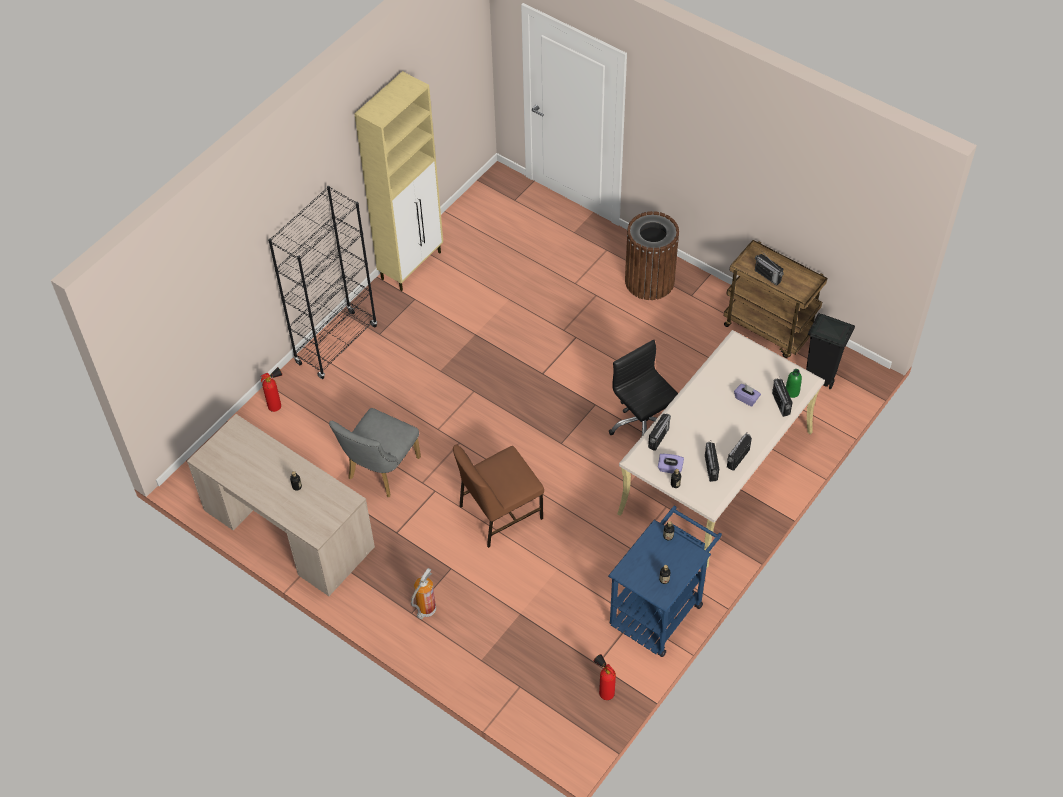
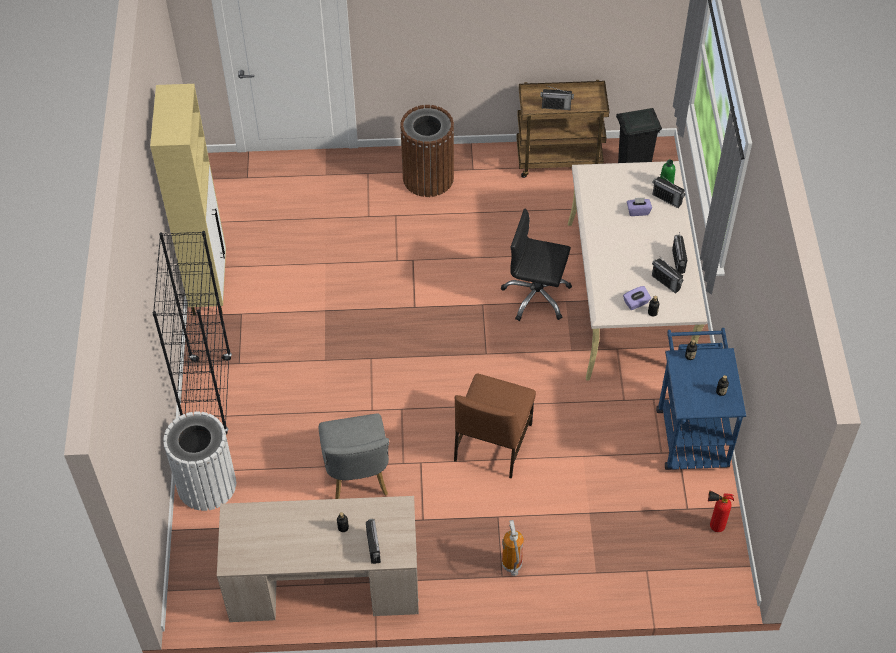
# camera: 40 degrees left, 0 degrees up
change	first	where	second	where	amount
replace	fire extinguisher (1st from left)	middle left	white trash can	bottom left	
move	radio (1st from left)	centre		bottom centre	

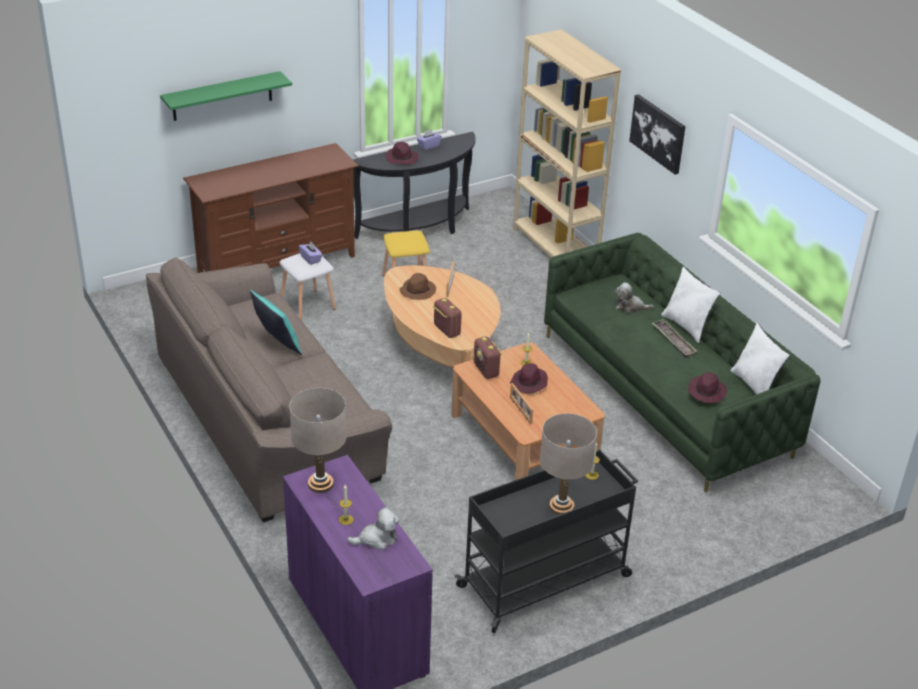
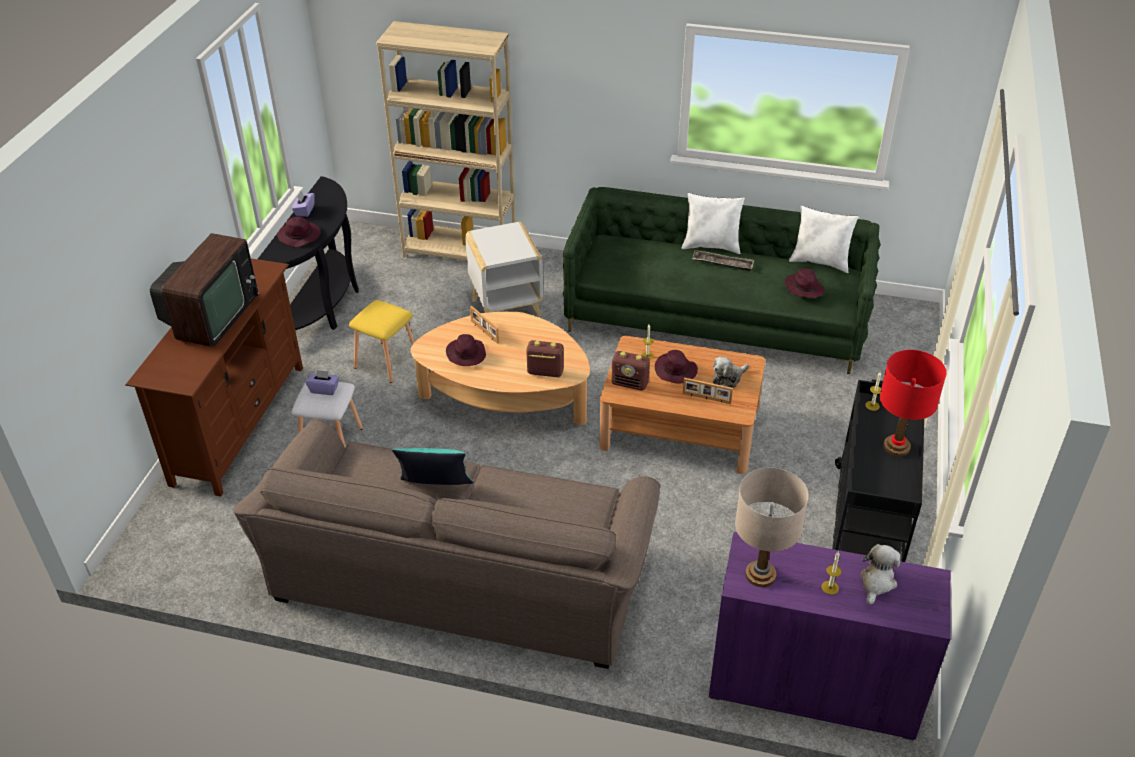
# camera: 45 degrees left, 5 degrees up
change	first	where	second	where	amount
insert			television	middle left	
recolor	brown hat	centre	purple hat (2nd from left)	centre	
insert			white side table	centre	
move	plush toy (2nd from left in the first image)	middle right	plush toy (1st from left)	centre	
recolor	beige table lamp (2nd from left)	bottom centre	red table lamp	middle right	
delete	green shelf	top left			
delete	picture	top right			

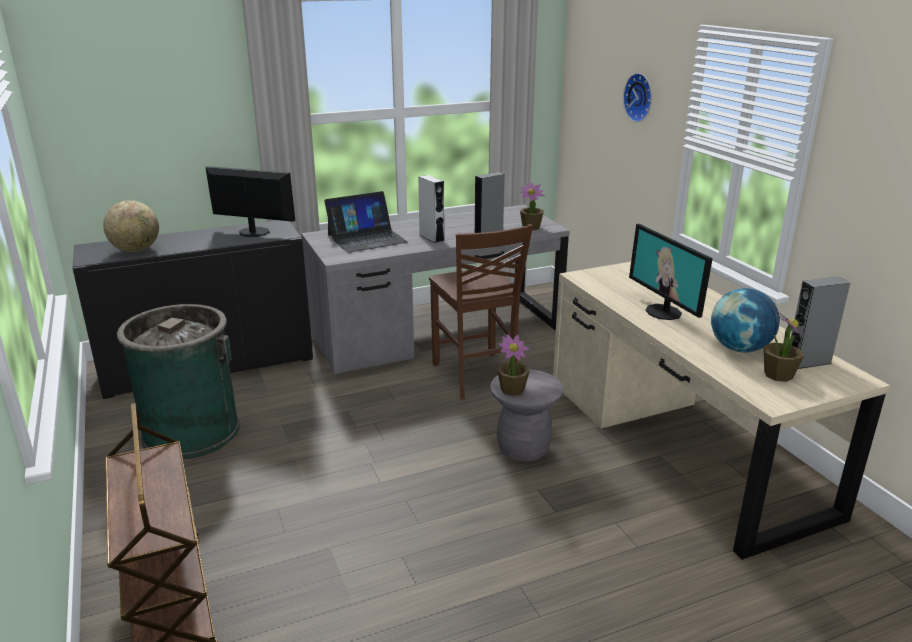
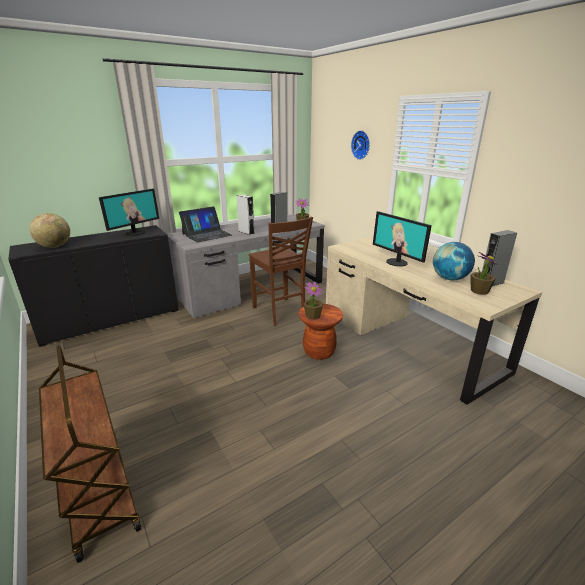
# camera: 10 degrees left, 0 degrees up
change	first	where	second	where	amount
rotate	monitor (1st from left)	top left		middle left	120 degrees clockwise
recolor	grey stool	centre	brown stool	centre	
delete	green trash can	middle left			

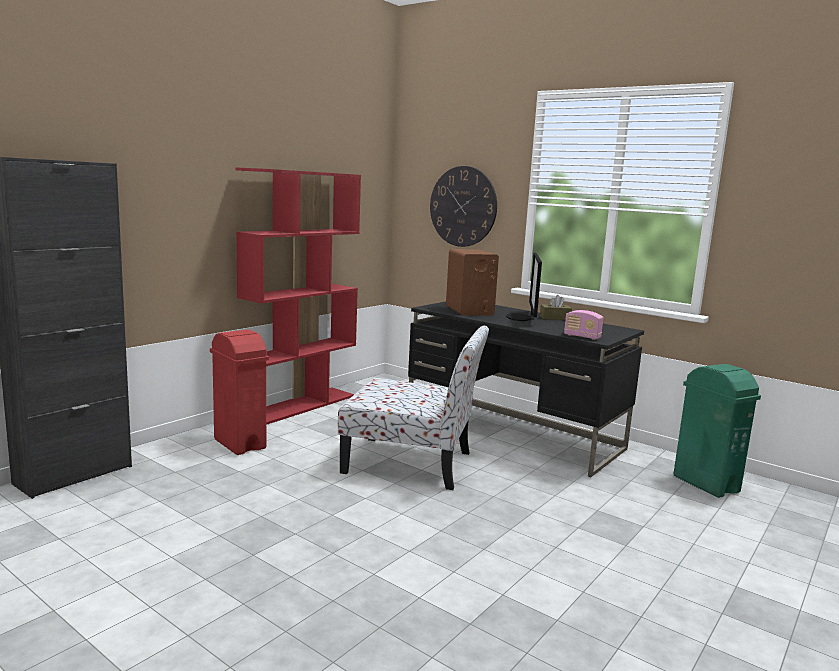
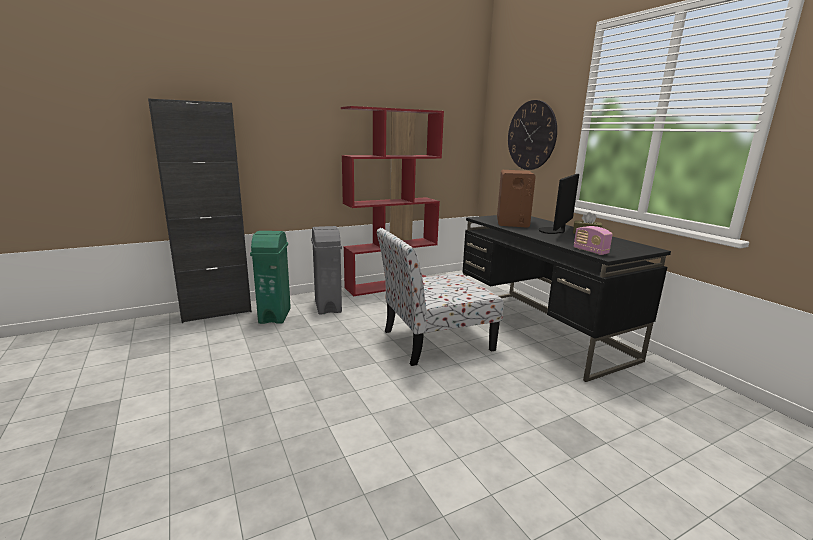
# camera: 25 degrees right, 5 degrees up
change	first	where	second	where	amount
move	green trash can	middle right		middle left	
recolor	red trash can	middle left	grey trash can	centre	
rotate	chair	centre		centre	120 degrees clockwise

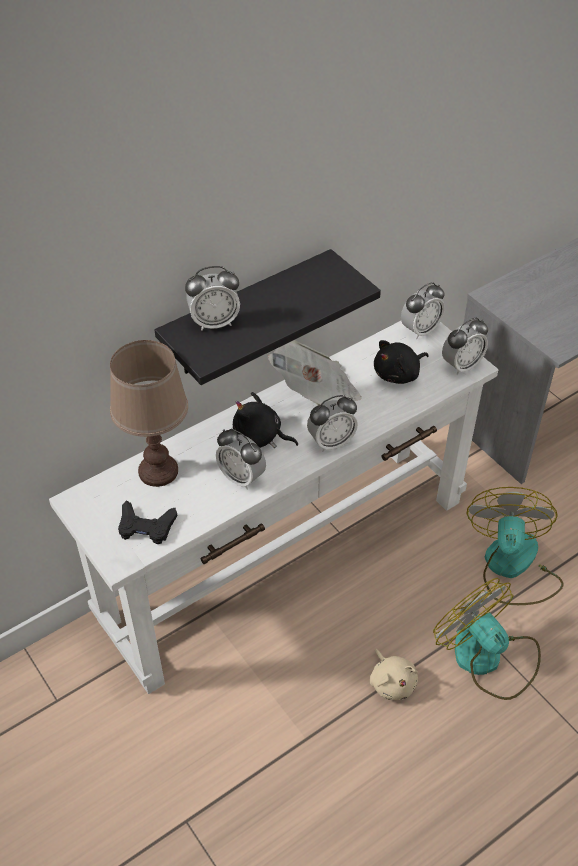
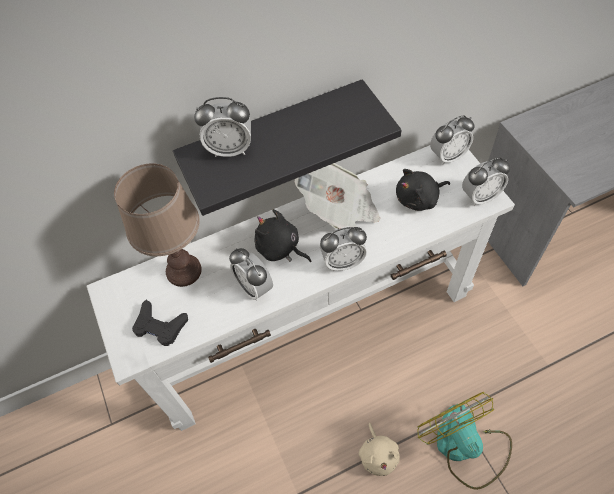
# camera: 15 degrees right, 10 degrees up
change	first	where	second	where	amount
delete	fan (2nd from left)	middle right			

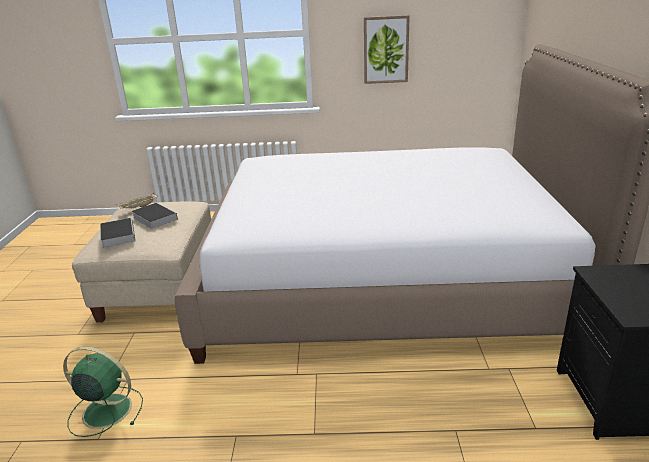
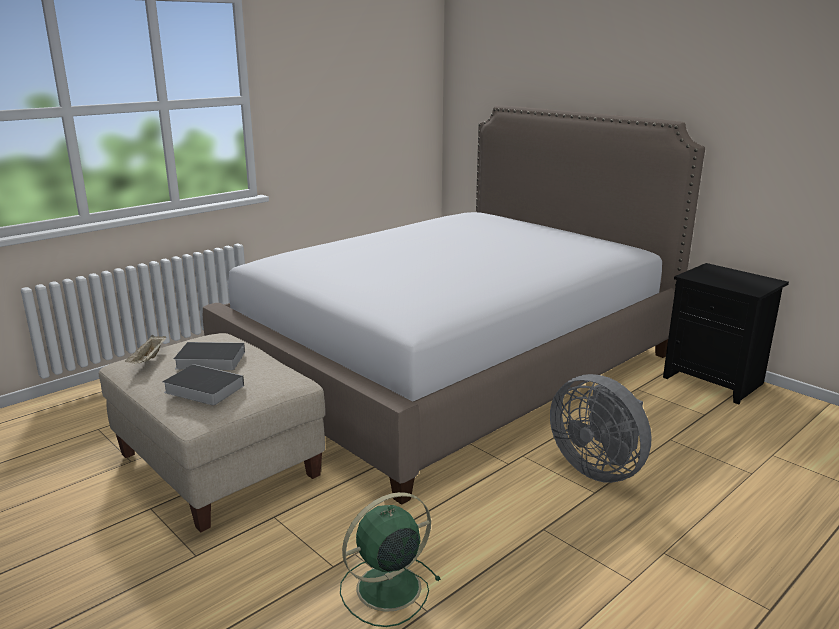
# camera: 45 degrees left, 5 degrees down
change	first	where	second	where	amount
insert			grey fan	bottom right	
delete	picture	top centre			

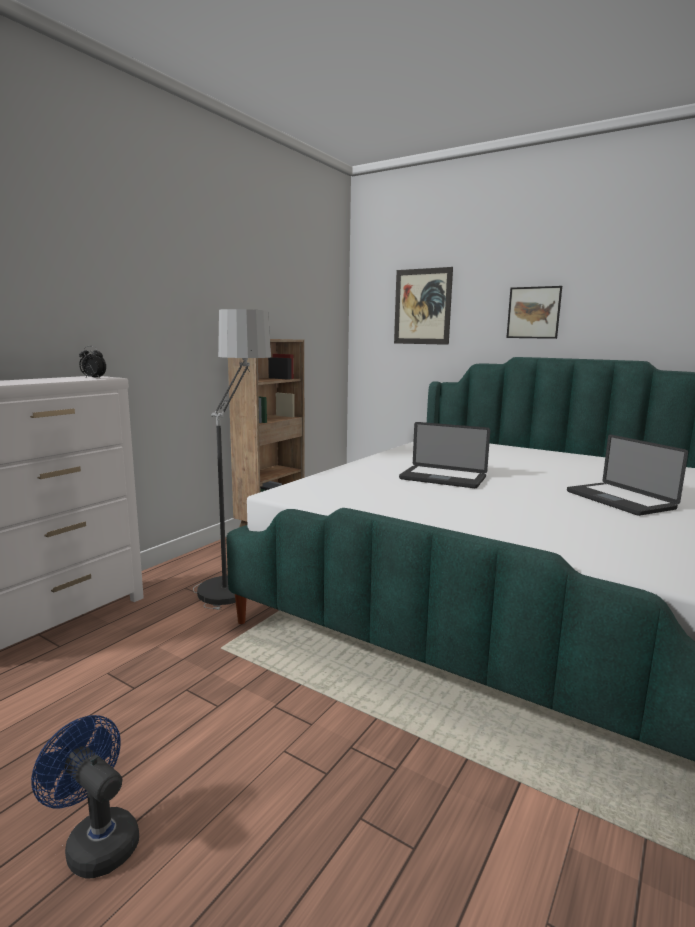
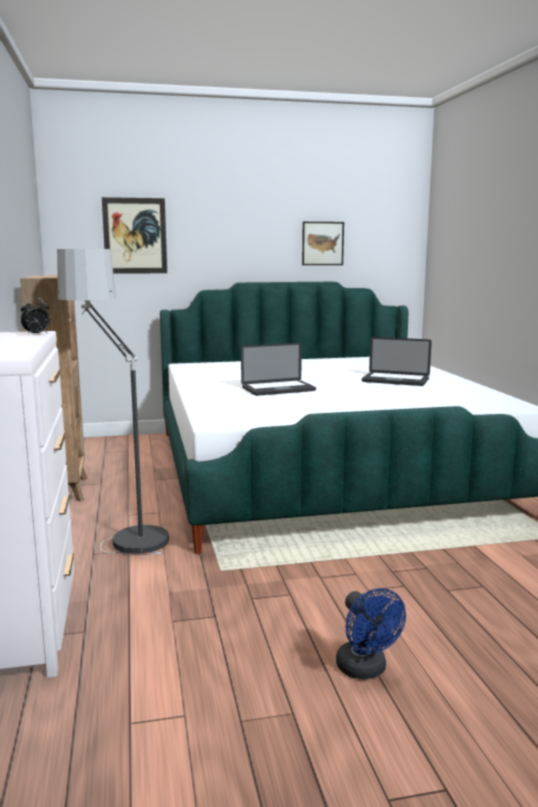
# camera: 45 degrees left, 0 degrees up
change	first	where	second	where	amount
move	picture (2nd from left)	middle right		top centre	
rotate	blue fan	bottom left		bottom right	105 degrees counterclockwise

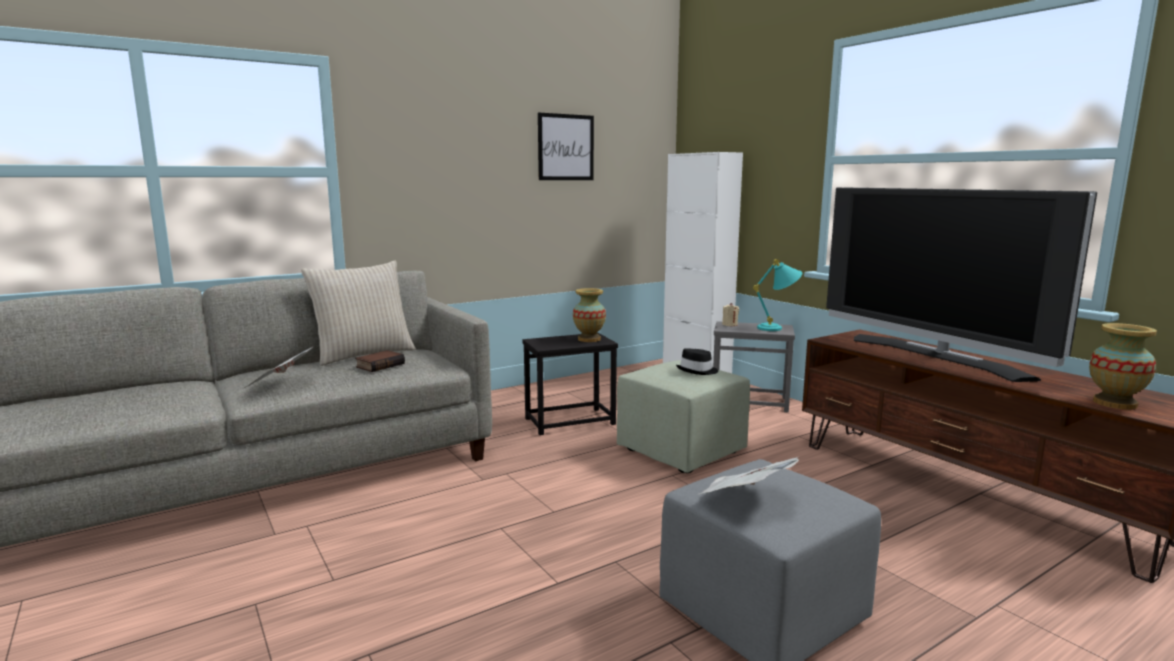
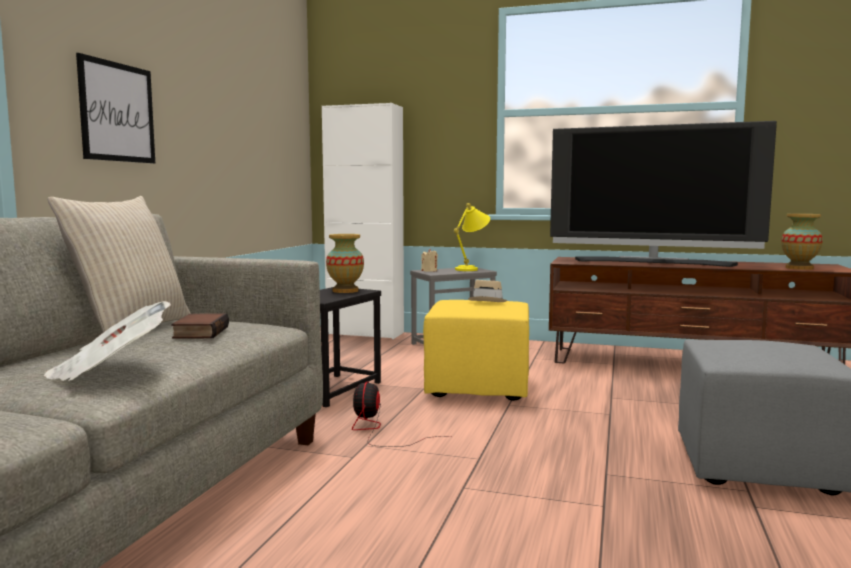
# camera: 40 degrees left, 5 degrees down
change	first	where	second	where	amount
move	picture	top centre		top left	
insert			fan	bottom centre	
recolor	green ottoman	centre	yellow ottoman	centre	
recolor	turquoise table lamp	centre	yellow table lamp	centre	
recolor	black hat	centre	beige hat	centre	
delete	newspaper (2nd from left)	bottom centre			

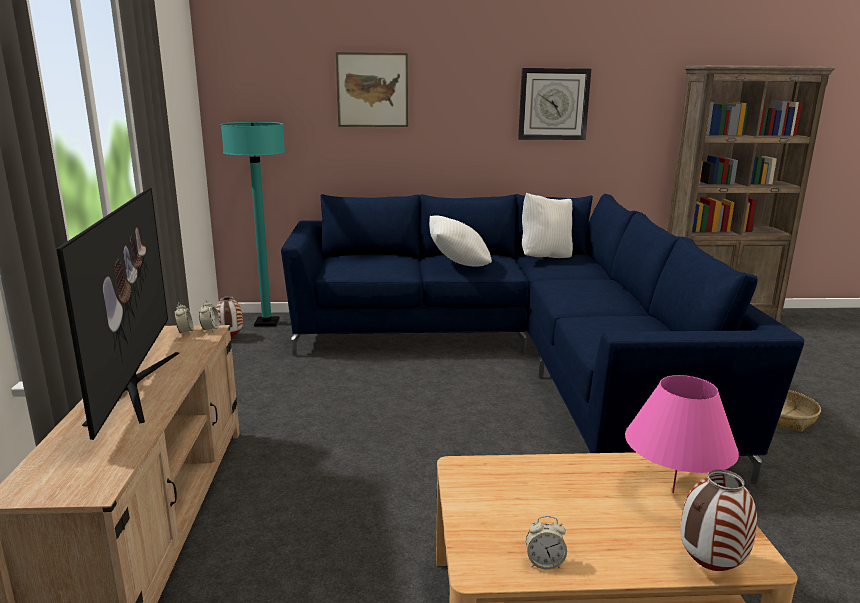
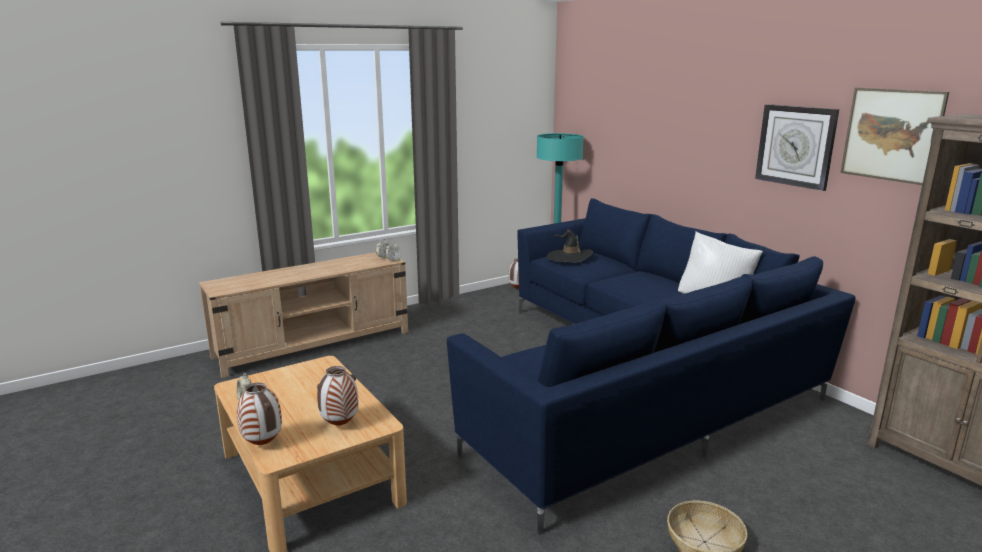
# camera: 60 degrees right, 0 degrees up
change	first	where	second	where	amount
replace	pink table lamp	bottom right	vase (2nd from left)	bottom centre	
insert			black hat	centre	
move	picture	top centre		top right	
delete	television	middle left			
delete	white pillow (1st from left)	centre			

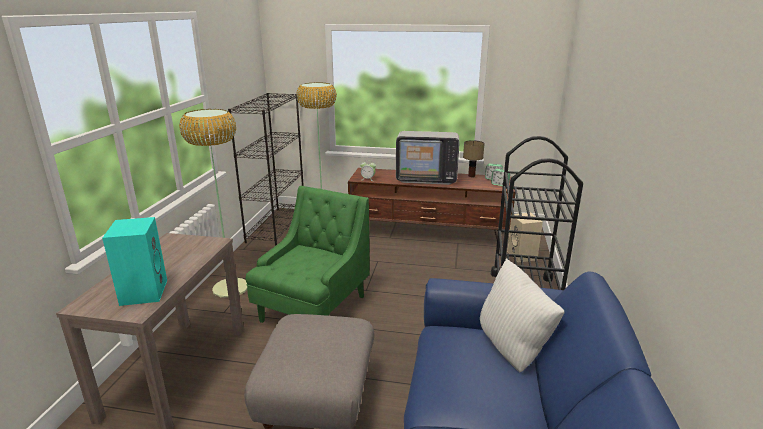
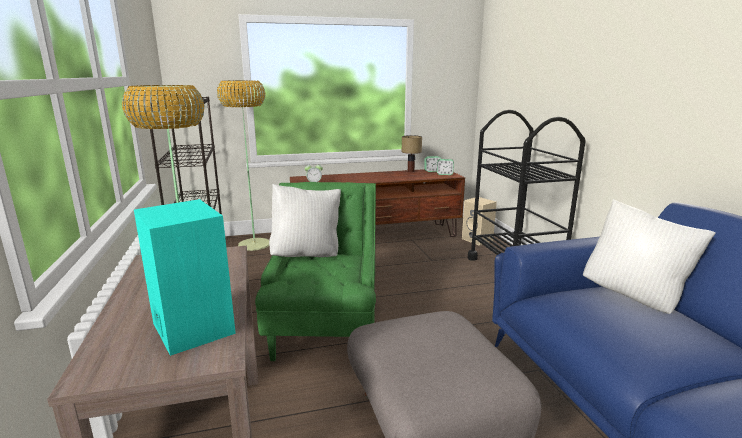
# camera: 25 degrees left, 5 degrees down
change	first	where	second	where	amount
insert			white pillow (1st from left)	centre	
delete	television	centre			

